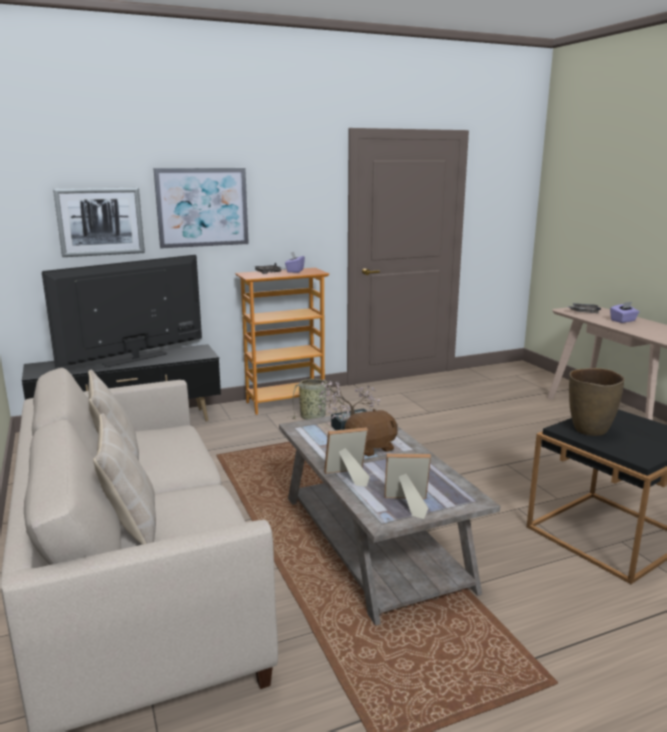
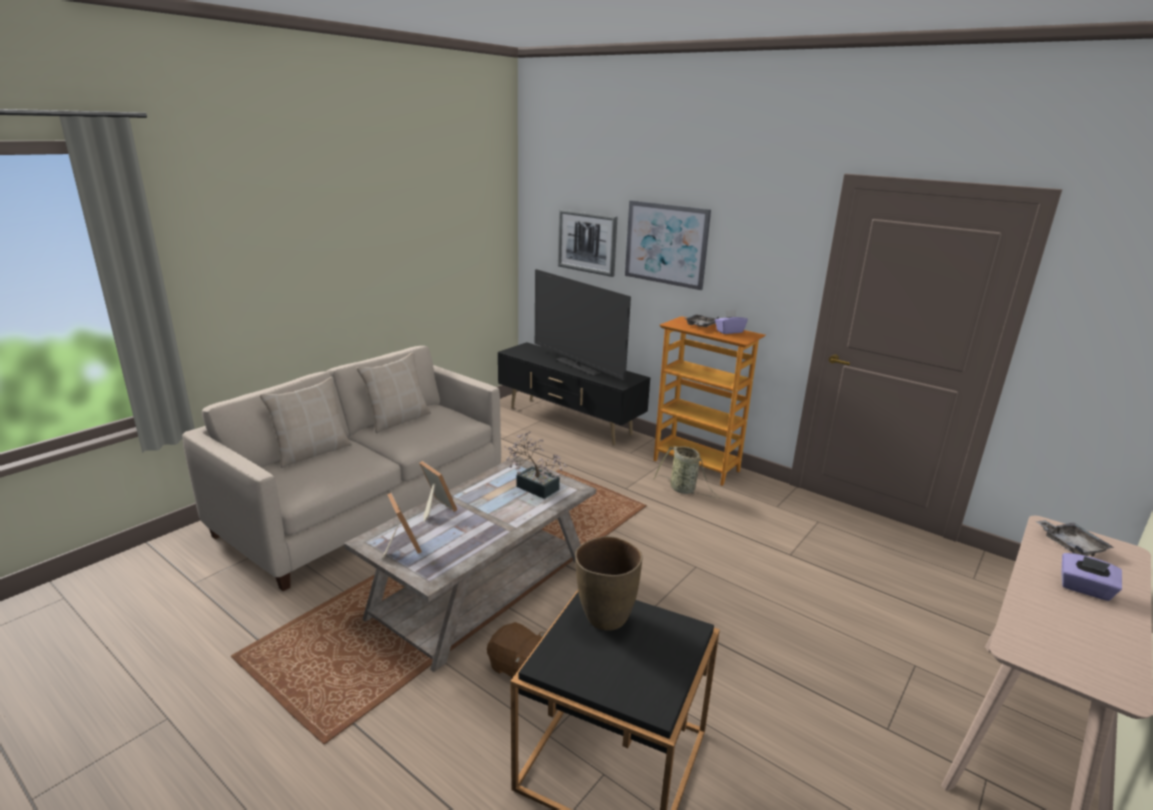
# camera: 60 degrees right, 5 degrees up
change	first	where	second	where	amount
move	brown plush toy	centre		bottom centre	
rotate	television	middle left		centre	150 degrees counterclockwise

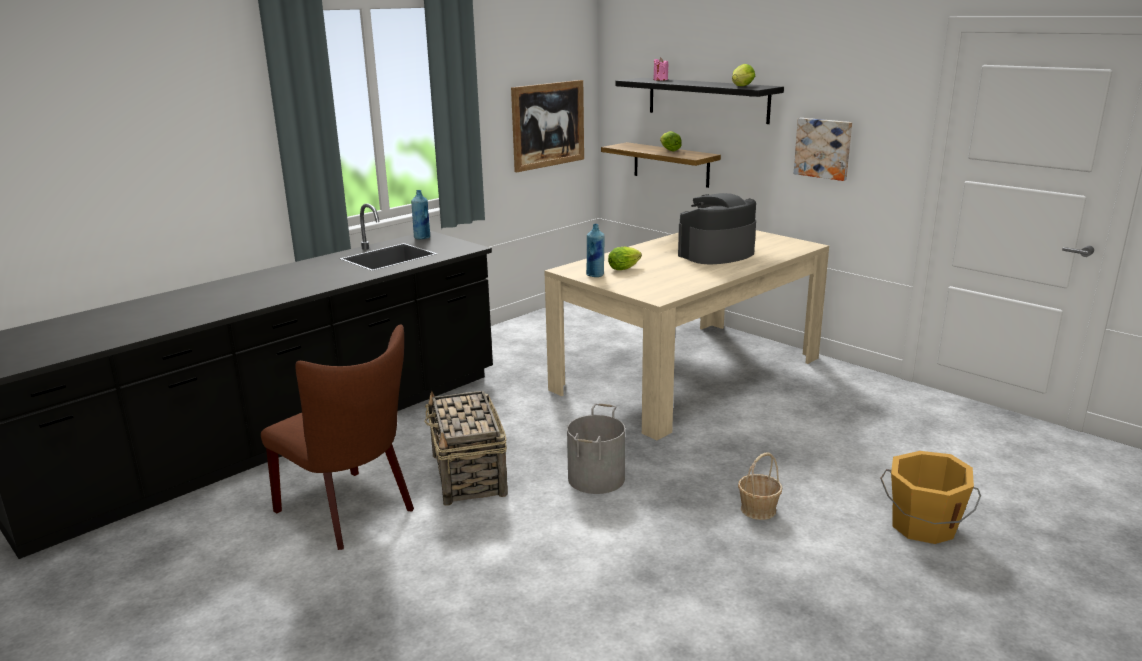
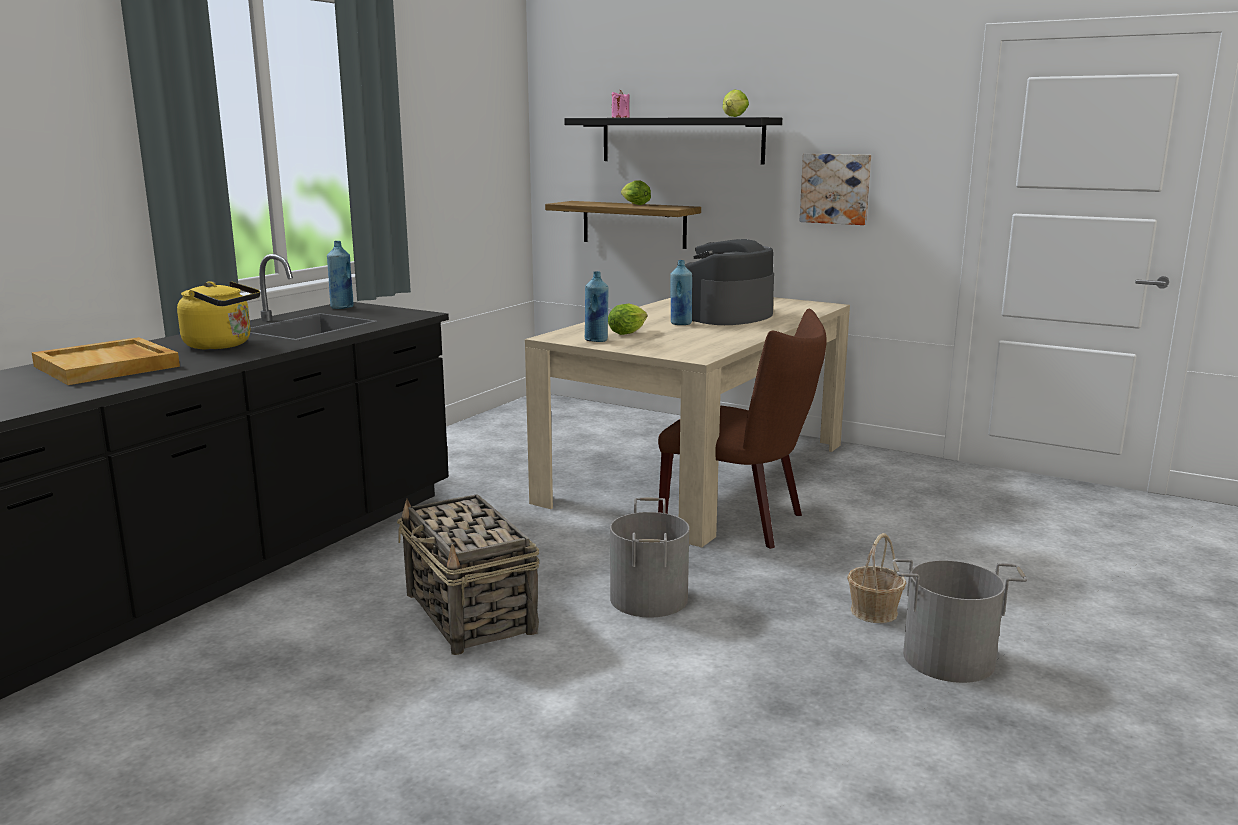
# camera: 15 degrees left, 5 degrees down
change	first	where	second	where	amount
insert			beige tray	middle left	
insert			yellow kettle	middle left	
move	brown chair	middle left		centre	
insert			blue bottle (3rd from left)	centre	
insert			grey bucket (2nd from left)	bottom right	
delete	picture (1st from left)	top centre			
delete	orange bucket	bottom right			

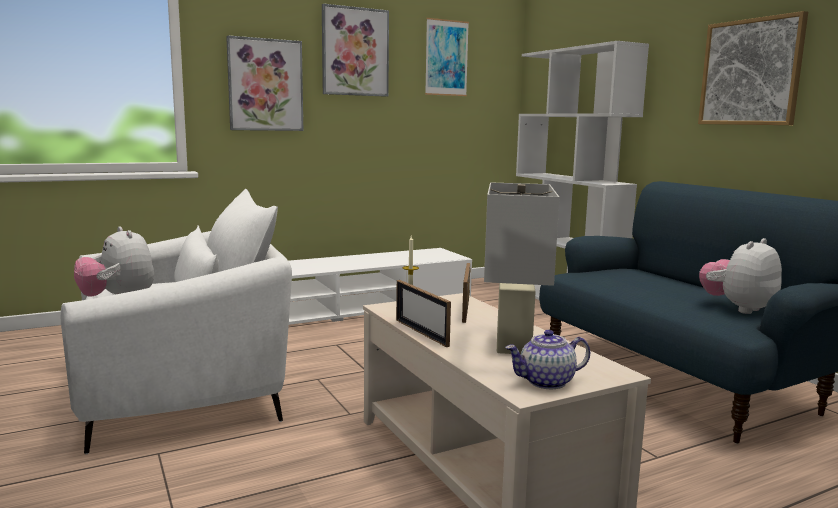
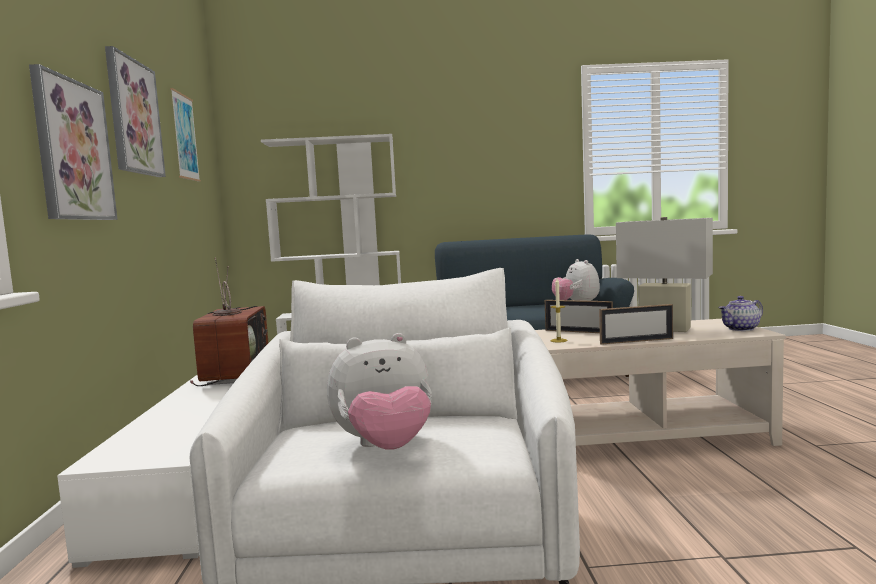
# camera: 65 degrees left, 5 degrees down
change	first	where	second	where	amount
insert			television	middle left	
rotate	teapot	bottom centre		middle right	60 degrees clockwise
delete	picture (4th from left)	top right			

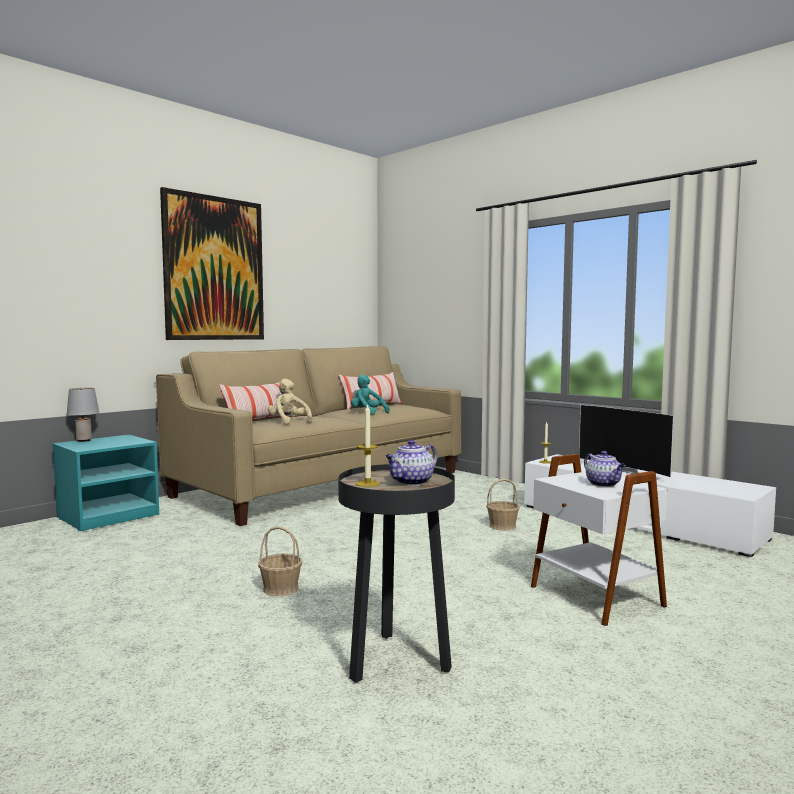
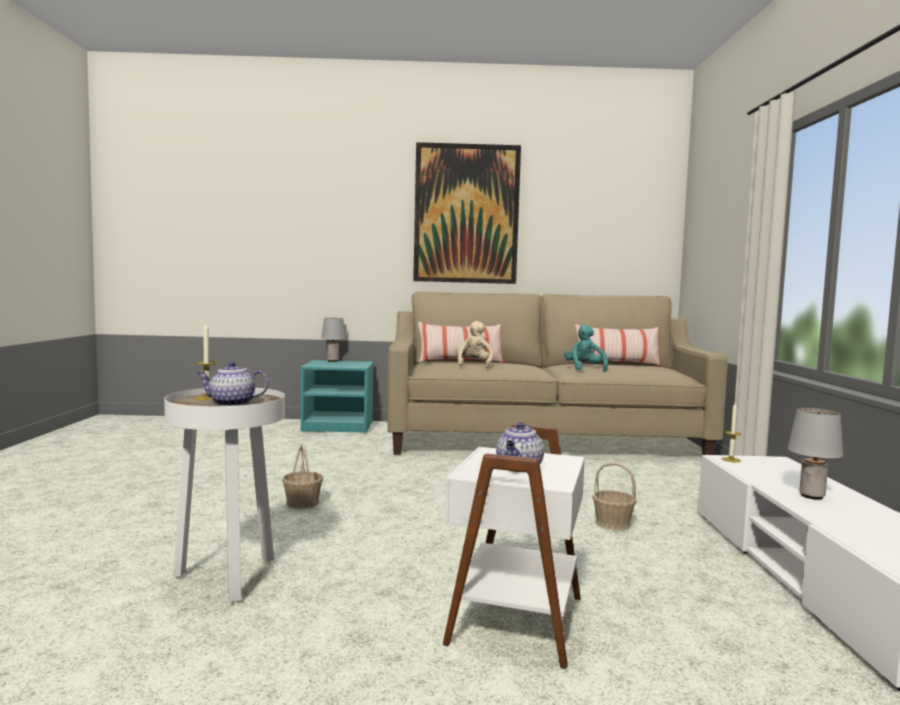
# camera: 45 degrees right, 0 degrees up
change	first	where	second	where	amount
recolor	black side table	bottom centre	white side table (1st from left)	bottom left	
replace	television	middle right	grey table lamp (2nd from left)	middle right	

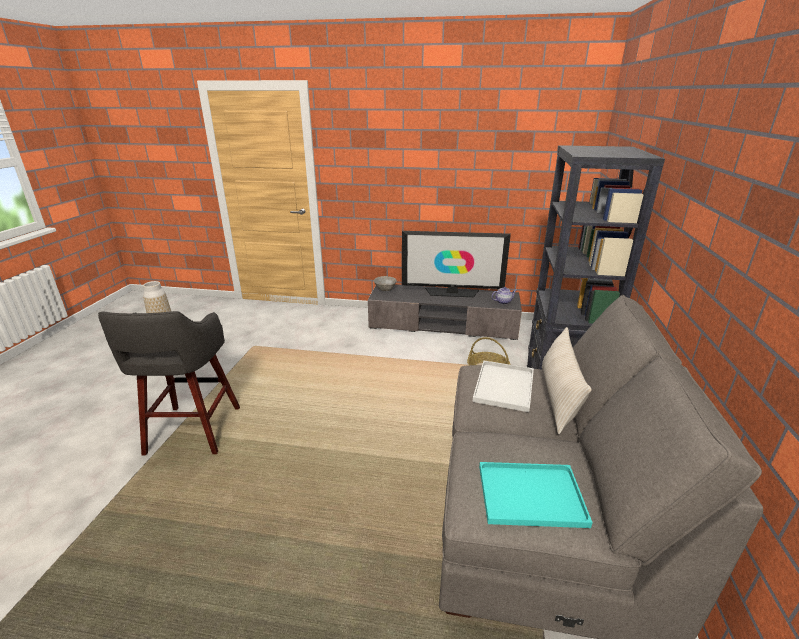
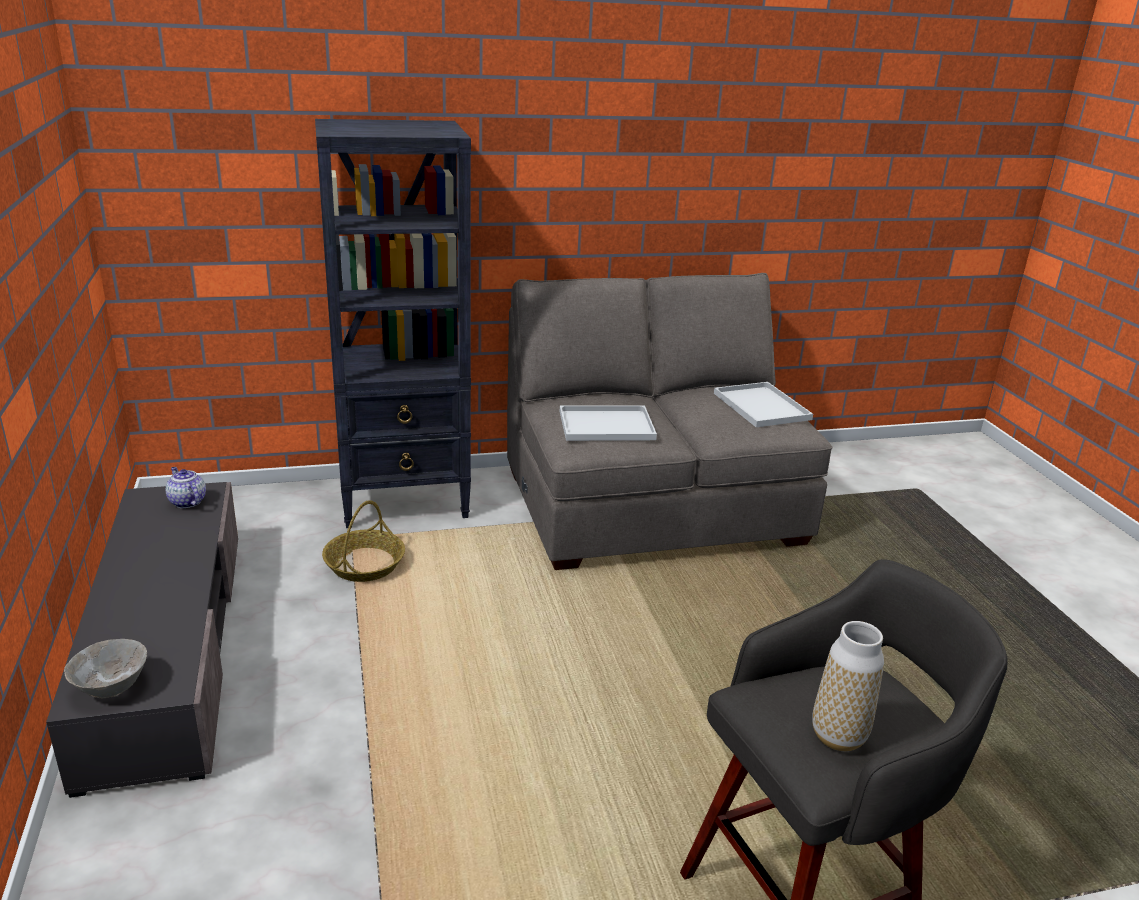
# camera: 115 degrees left, 0 degrees up
change	first	where	second	where	amount
recolor	turquoise tray	bottom right	white tray (2nd from left)	middle right	
delete	television	centre			
delete	beige pillow	middle right			

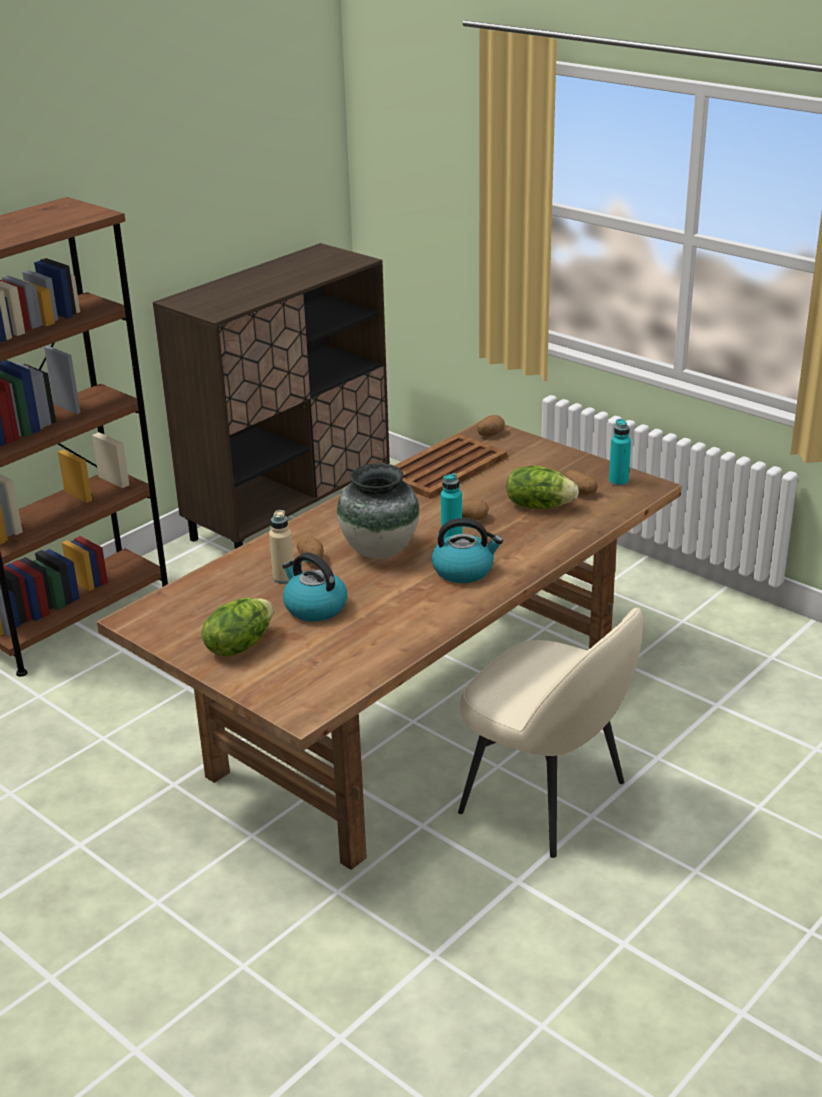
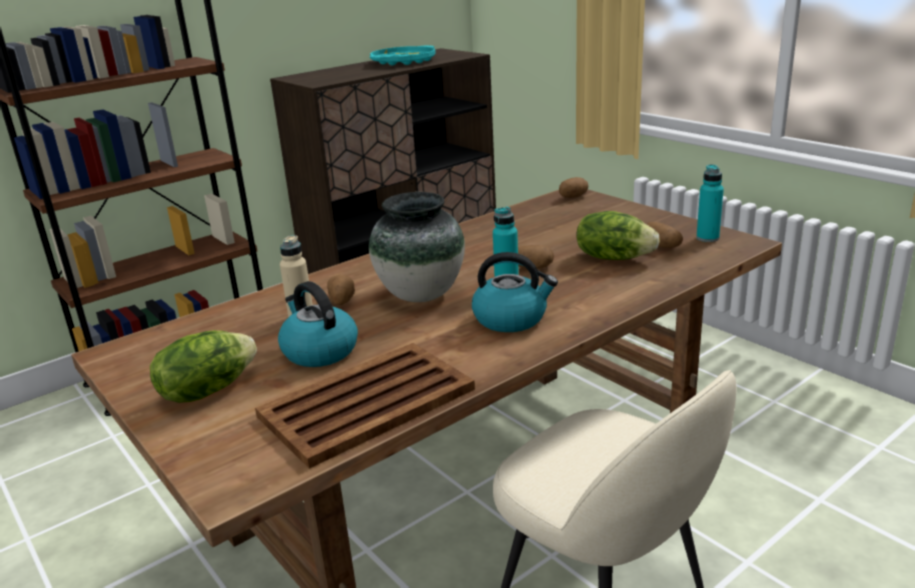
# camera: 10 degrees right, 5 degrees down
change	first	where	second	where	amount
move	brown tray	centre		bottom centre	
insert			turquoise tray	top centre	

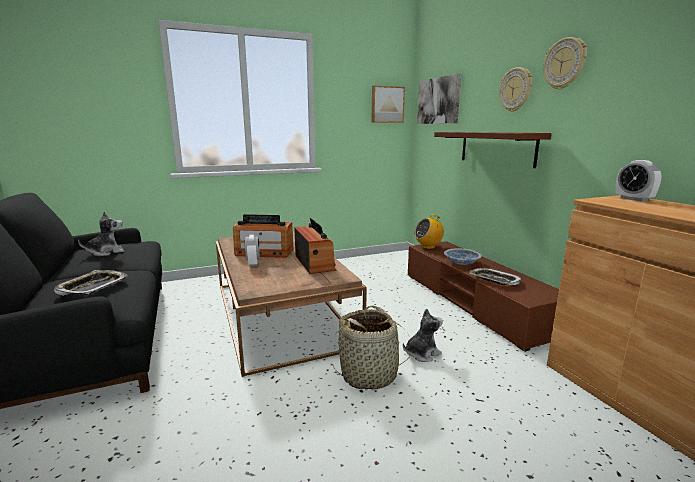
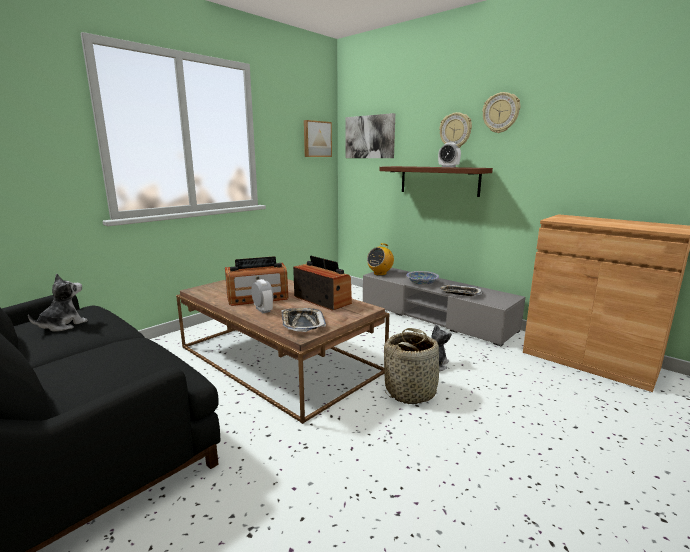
# camera: 25 degrees left, 0 degrees up
change	first	where	second	where	amount
move	tray (1st from left)	middle left		centre	
recolor	brown tv stand	middle right	grey tv stand	centre	
move	alarm clock (2nd from left)	middle right		top centre	

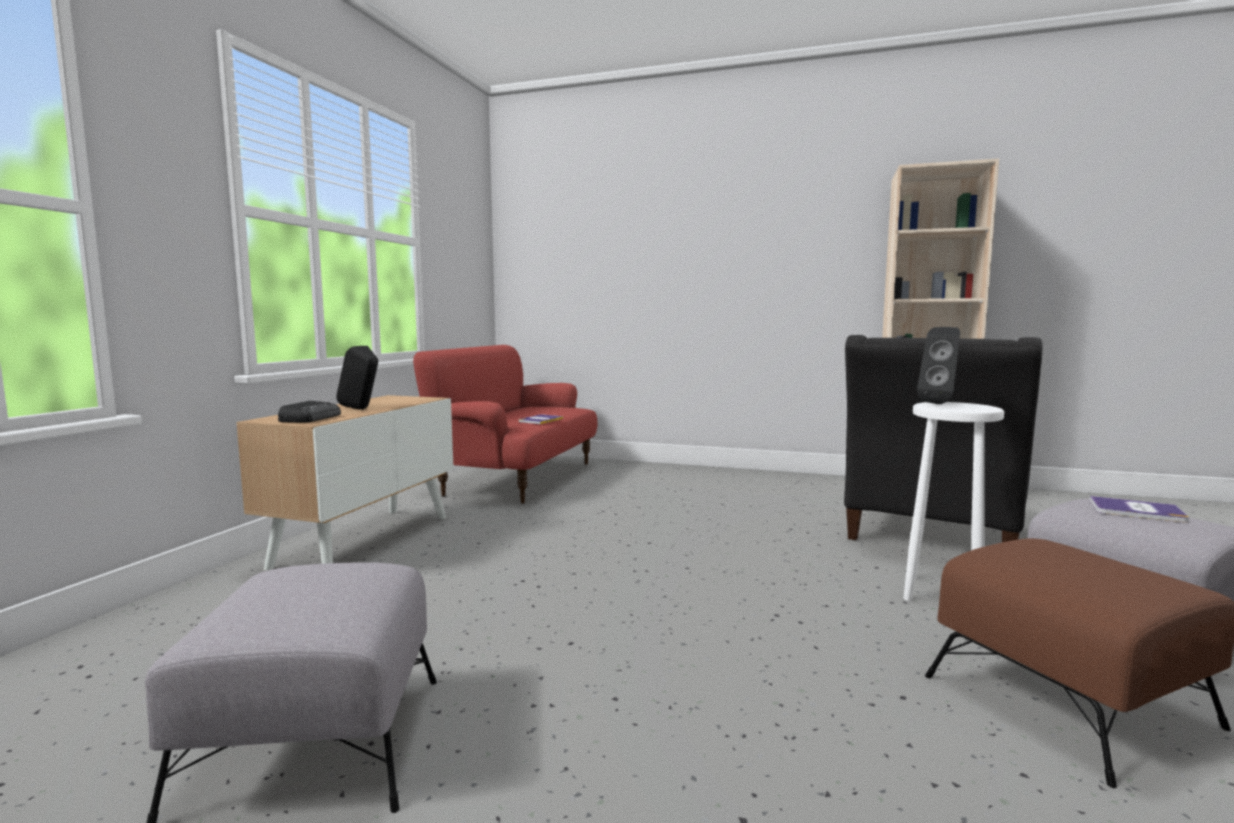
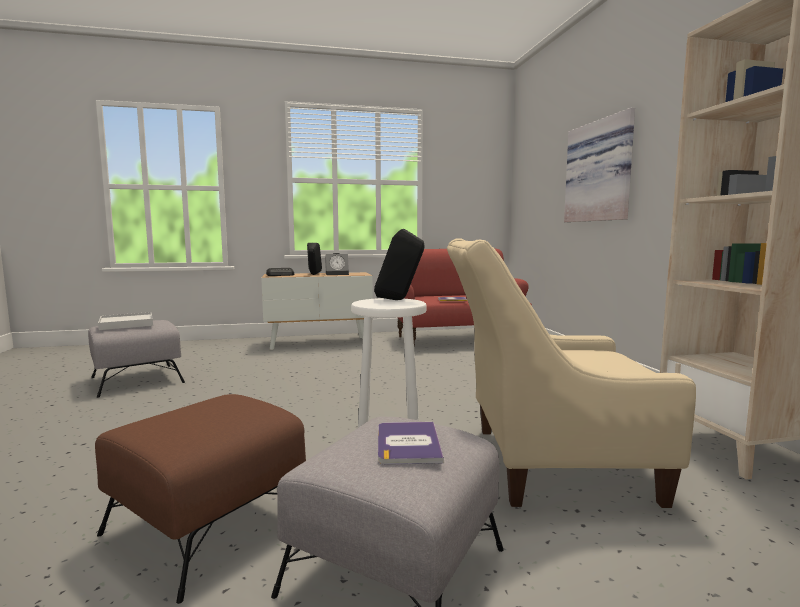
# camera: 60 degrees right, 0 degrees up
change	first	where	second	where	amount
insert			white tray	middle left	
insert			alarm clock	centre	
recolor	black armchair	middle right	beige armchair	middle right	
insert			picture	top right	

